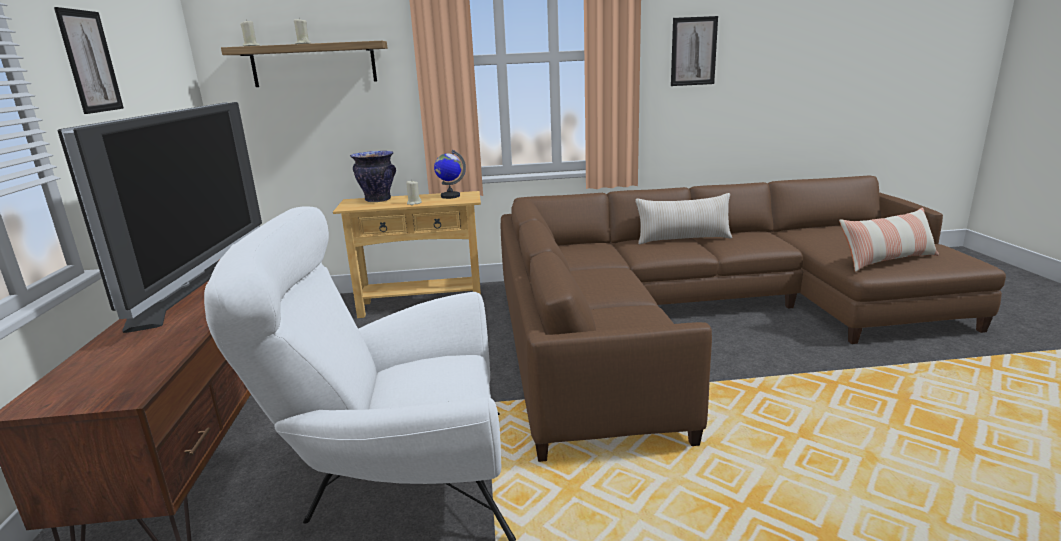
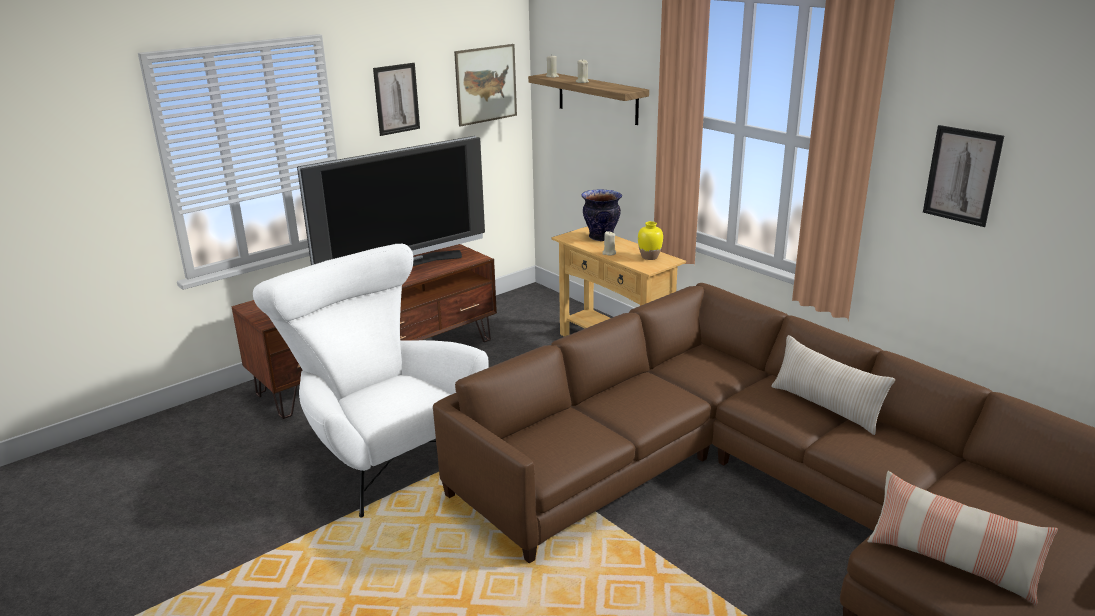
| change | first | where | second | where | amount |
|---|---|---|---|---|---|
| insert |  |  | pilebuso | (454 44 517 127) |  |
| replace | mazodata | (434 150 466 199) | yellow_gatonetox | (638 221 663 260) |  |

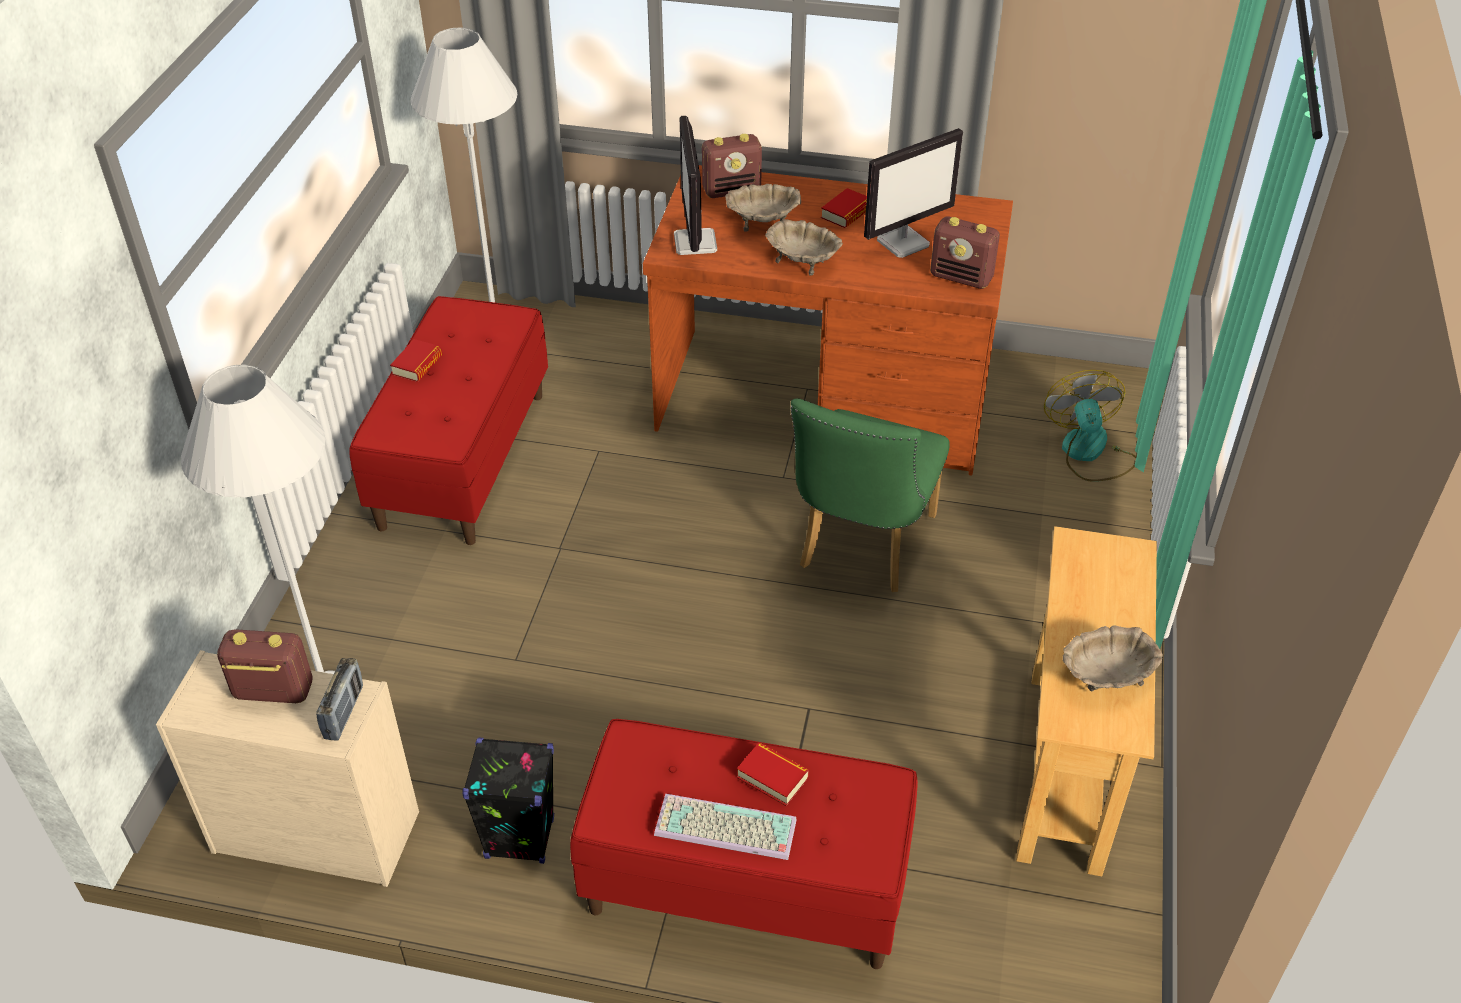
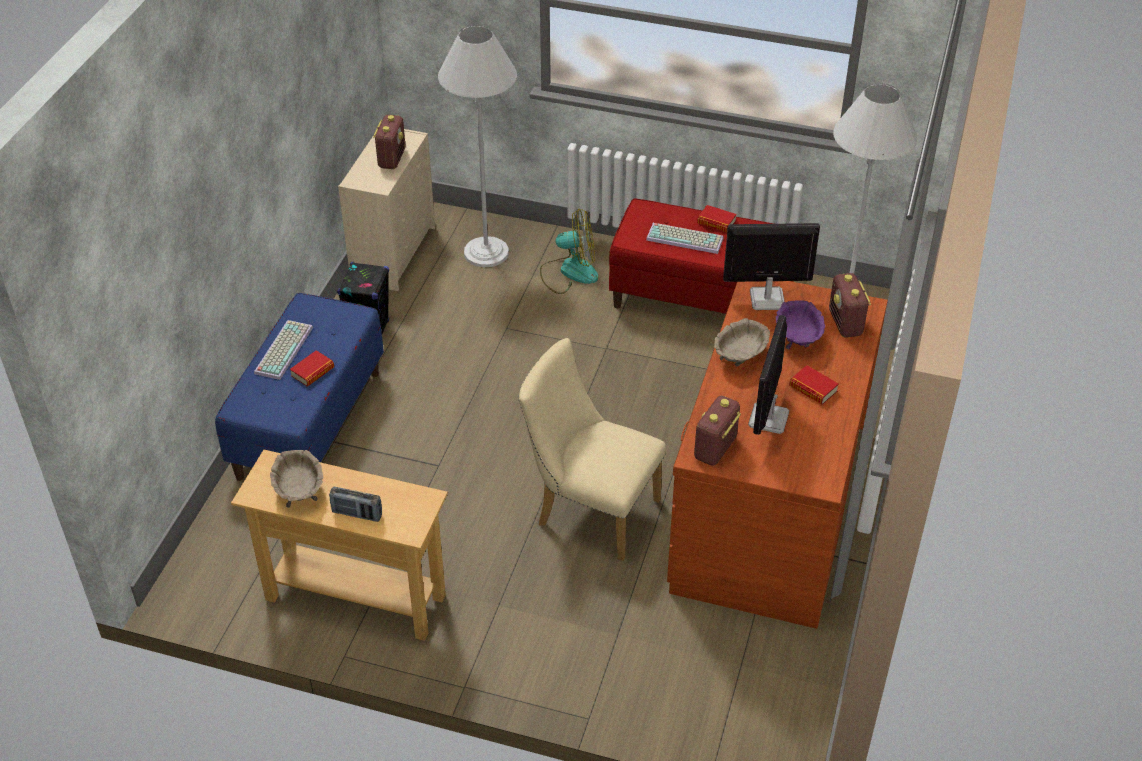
| change | first | where | second | where | amount |
|---|---|---|---|---|---|
| insert |  |  | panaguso | (646 223 724 254) |  |
| move | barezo | (316 658 363 741) |  | (329 487 382 522) |  |
| move | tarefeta | (1044 370 1137 482) |  | (540 209 598 294) |  |
| recolor | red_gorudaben | (570 719 918 969) | blue_gorudaben | (215 293 384 481) |  |
| recolor | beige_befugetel | (725 184 801 231) | purple_befugetel | (776 301 825 349) |  |
| recolor | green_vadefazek | (790 398 950 592) | beige_vadefazek | (519 338 666 561) |  |
| rotate | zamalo | (864 128 963 258) |  | (748 315 789 435) | 45 degrees clockwise |

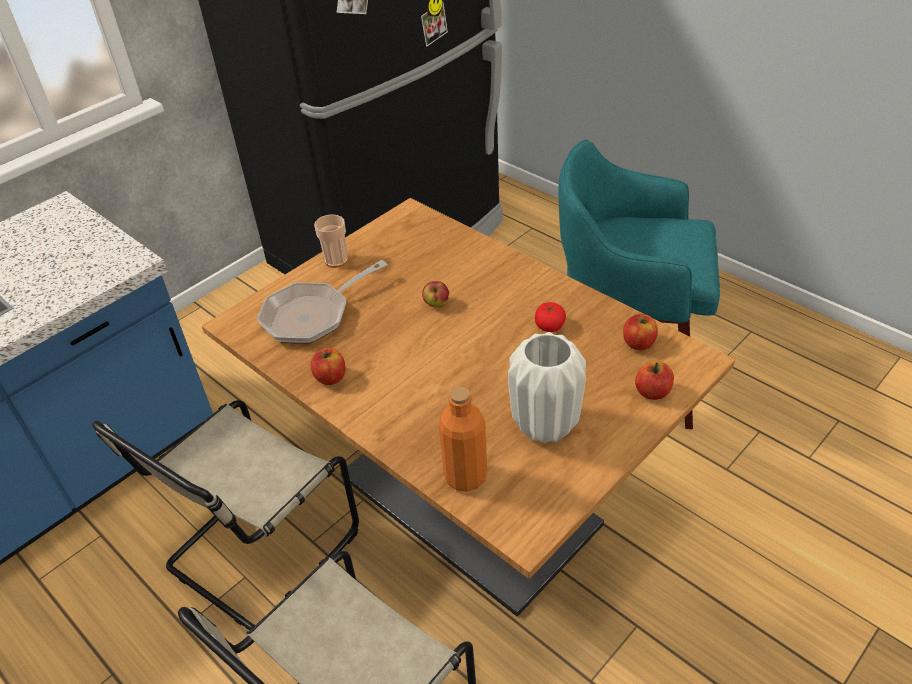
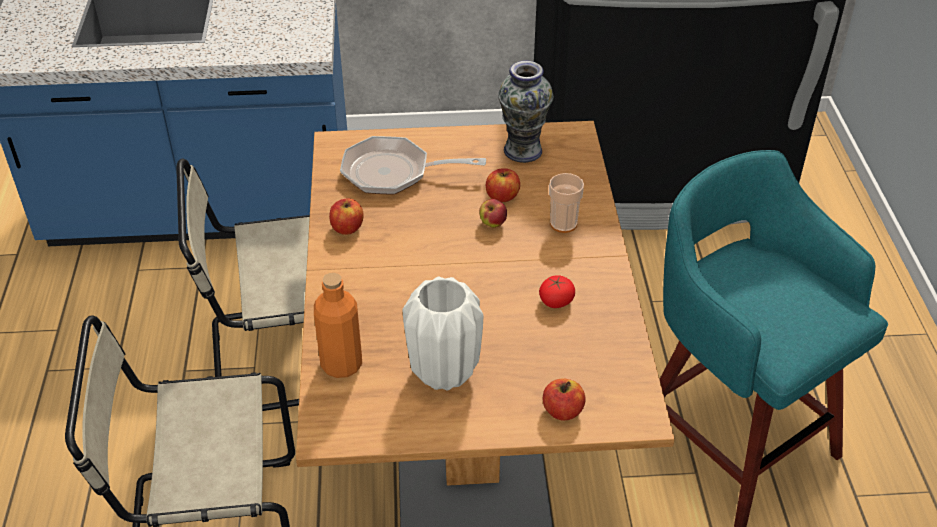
| change | first | where | second | where | amount |
|---|---|---|---|---|---|
| insert |  |  | gatonetox | (498 61 553 163) |  |
| move | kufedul | (314 214 348 268) |  | (549 173 584 233) |  |
| move | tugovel | (623 314 658 351) |  | (486 168 520 203) |  |

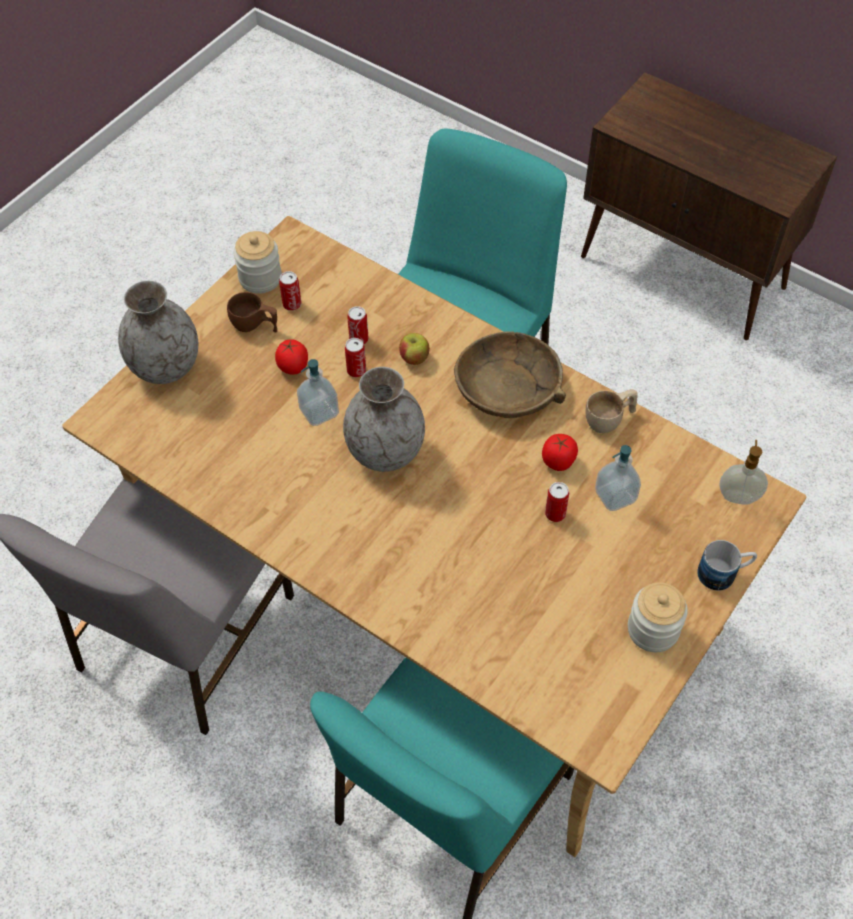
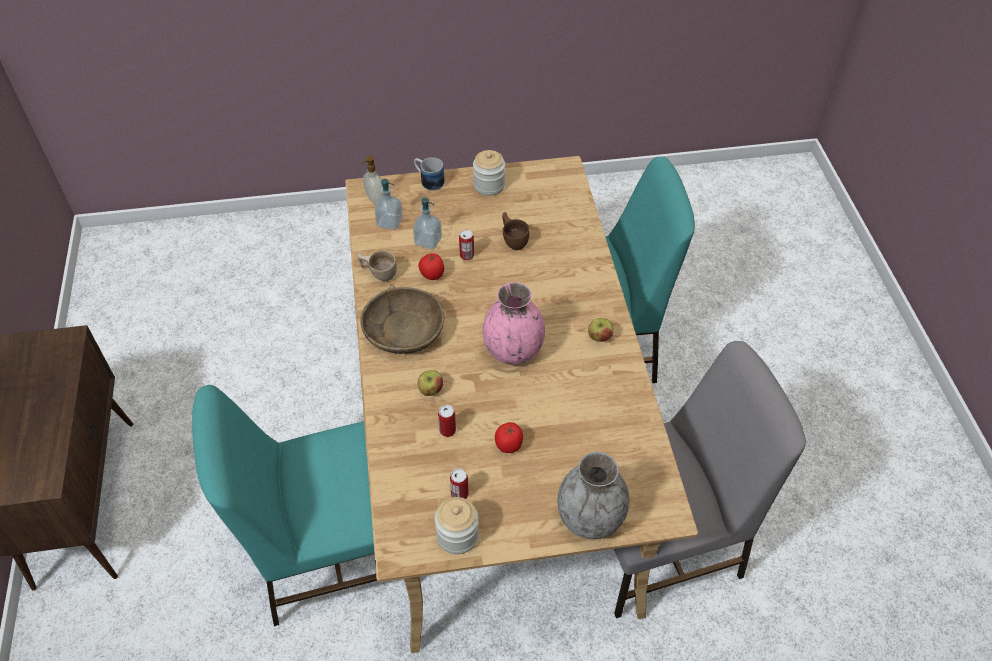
| change | first | where | second | where | amount |
|---|---|---|---|---|---|
| delete | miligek | (345 338 366 377) |  |  |  |
| insert |  |  | tugovel | (588 318 614 342) |  |
| move | brown_kufedul | (227 292 277 332) |  | (502 212 529 250) |  |
| move | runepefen | (297 359 339 426) |  | (374 179 403 230) |  |
| recolor | grey_gatonetox | (343 367 425 472) | pink_gatonetox | (483 282 545 365) |  |

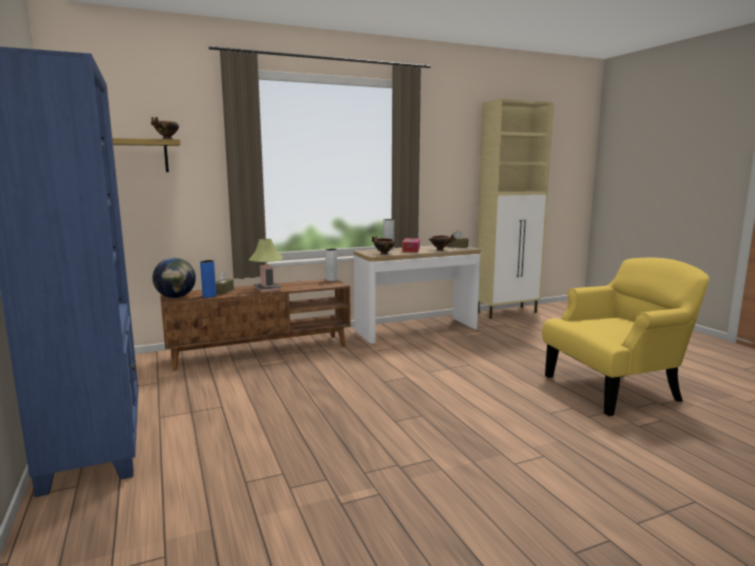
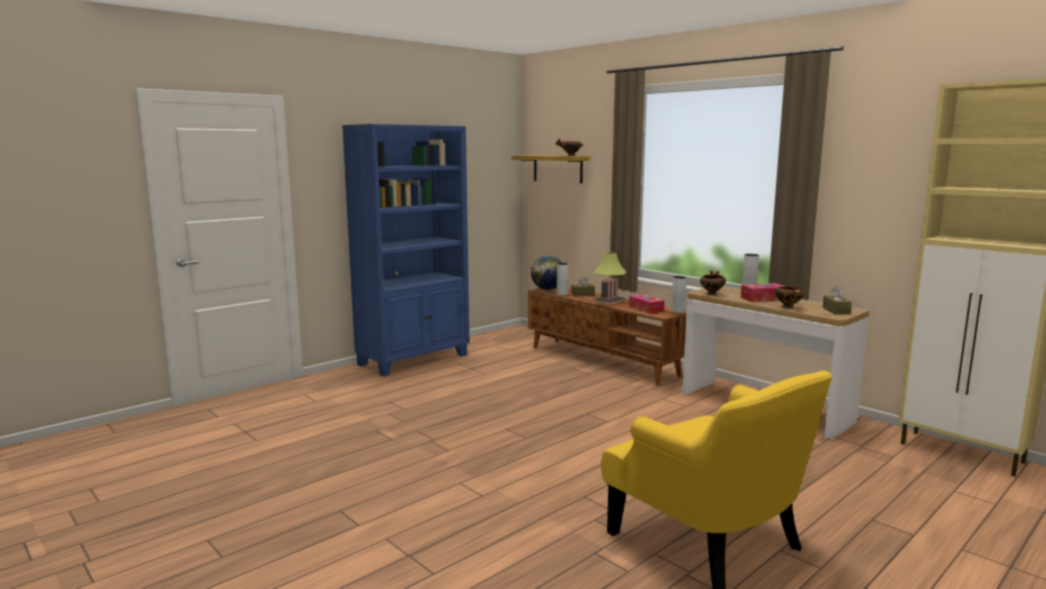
| change | first | where | second | where | amount |
|---|---|---|---|---|---|
| insert |  |  | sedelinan | (629 294 664 314) |  |
| recolor | blue_gatonetox | (200 260 216 298) | grey_gatonetox | (557 263 569 296) |  |

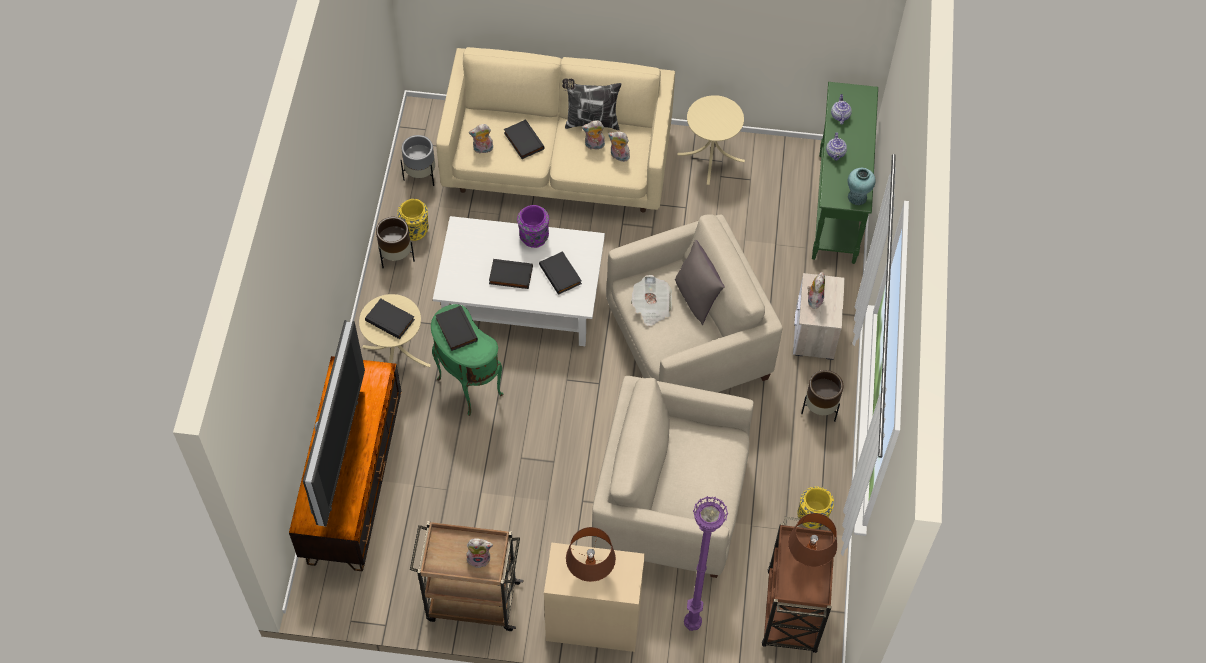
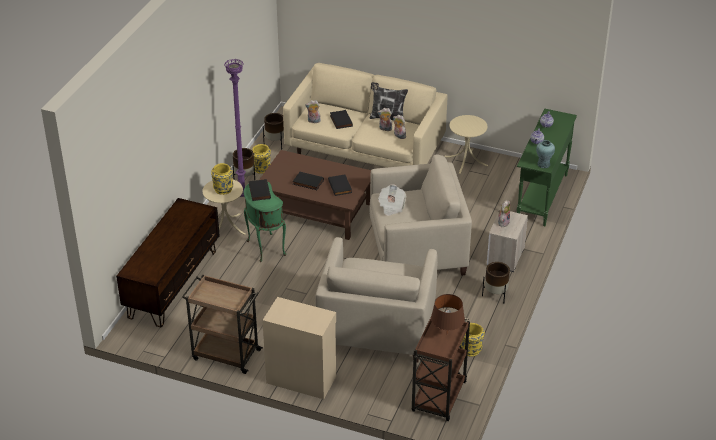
| change | first | where | second | where | amount |
|---|---|---|---|---|---|
| delete | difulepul | (303 320 365 527) |  |  |  |
| delete | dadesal | (466 538 493 568) |  |  |  |
| delete | purple_gatonetox | (517 205 549 248) |  |  |  |
| delete | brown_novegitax | (566 527 616 582) |  |  |  |
| delete | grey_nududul | (675 240 724 325) |  |  |  |
| move | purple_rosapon | (684 496 728 631) |  | (224 59 246 197) |  |
| replace | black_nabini | (365 298 415 339) | yellow_gatonetox | (211 163 233 195) |  |
| recolor | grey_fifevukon | (401 135 435 186) | brown_fifevukon | (263 113 284 150) |  |
| recolor | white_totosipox | (433 216 605 346) | brown_totosipox | (259 150 371 240) |  |
| rotate | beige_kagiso | (592 376 754 578) |  | (315 237 438 363) | 105 degrees counterclockwise |

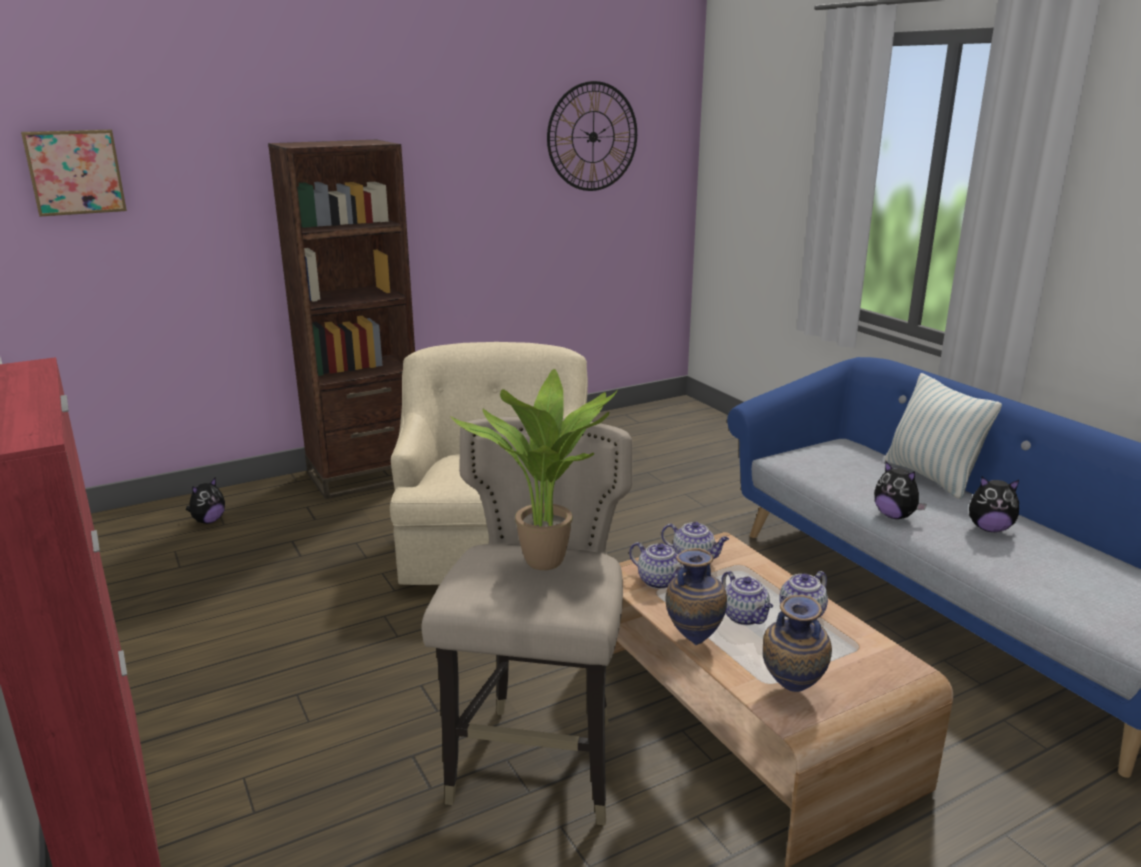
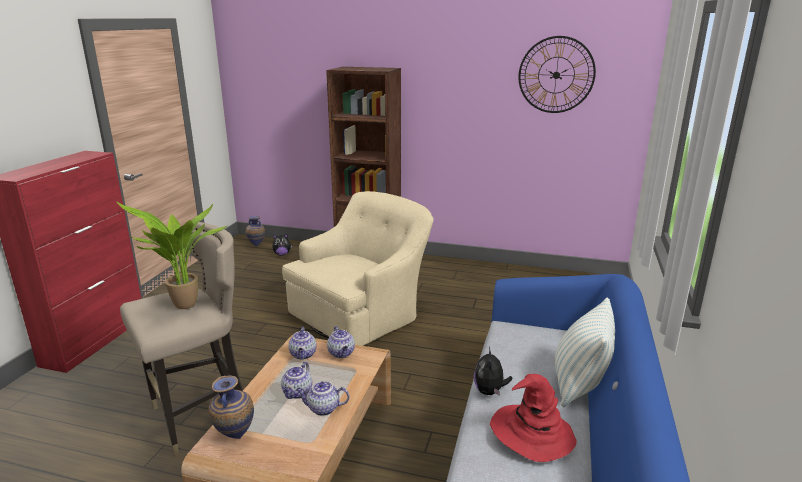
| change | first | where | second | where | amount |
|---|---|---|---|---|---|
| delete | pilebuso | (21 130 127 217) |  |  |  |
| move | gatonetox | (666 548 727 645) |  | (246 216 265 246) |  |
| replace | dadesal | (969 477 1020 532) | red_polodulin | (490 374 577 462) |  |

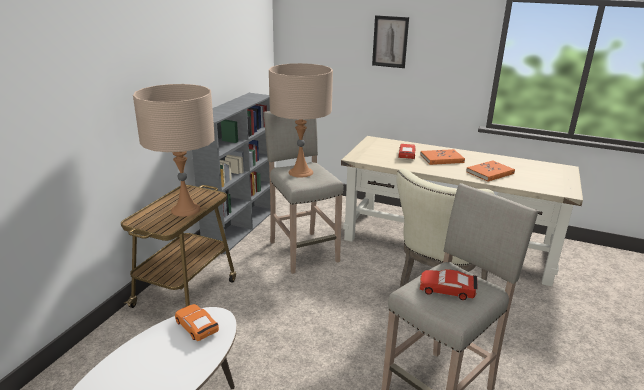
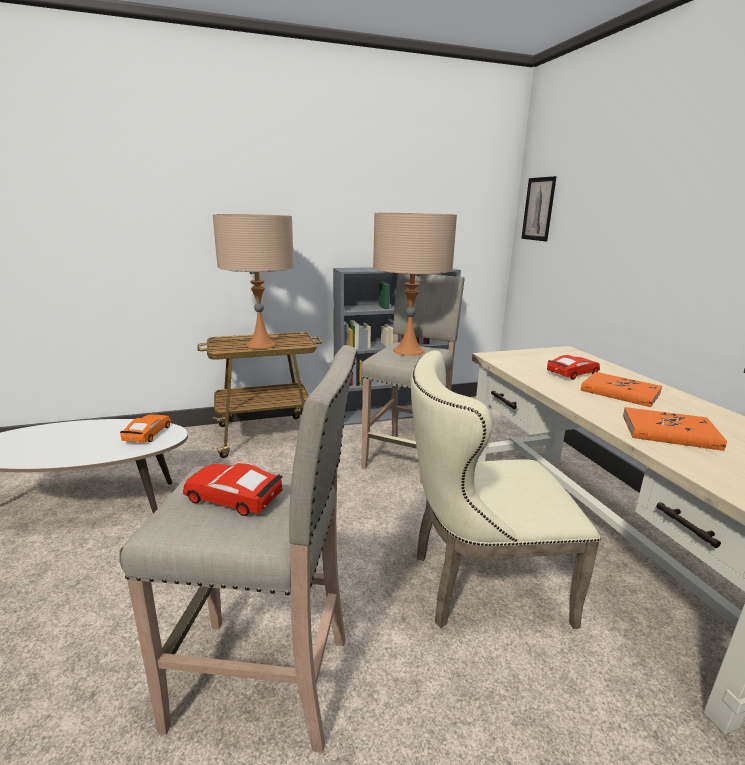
| change | first | where | second | where | amount |
|---|---|---|---|---|---|
| move | pilebuso | (372 15 409 68) |  | (521 176 557 241) |  |
| rotate | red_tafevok | (420 269 477 300) |  | (183 463 283 516) | 45 degrees counterclockwise |

